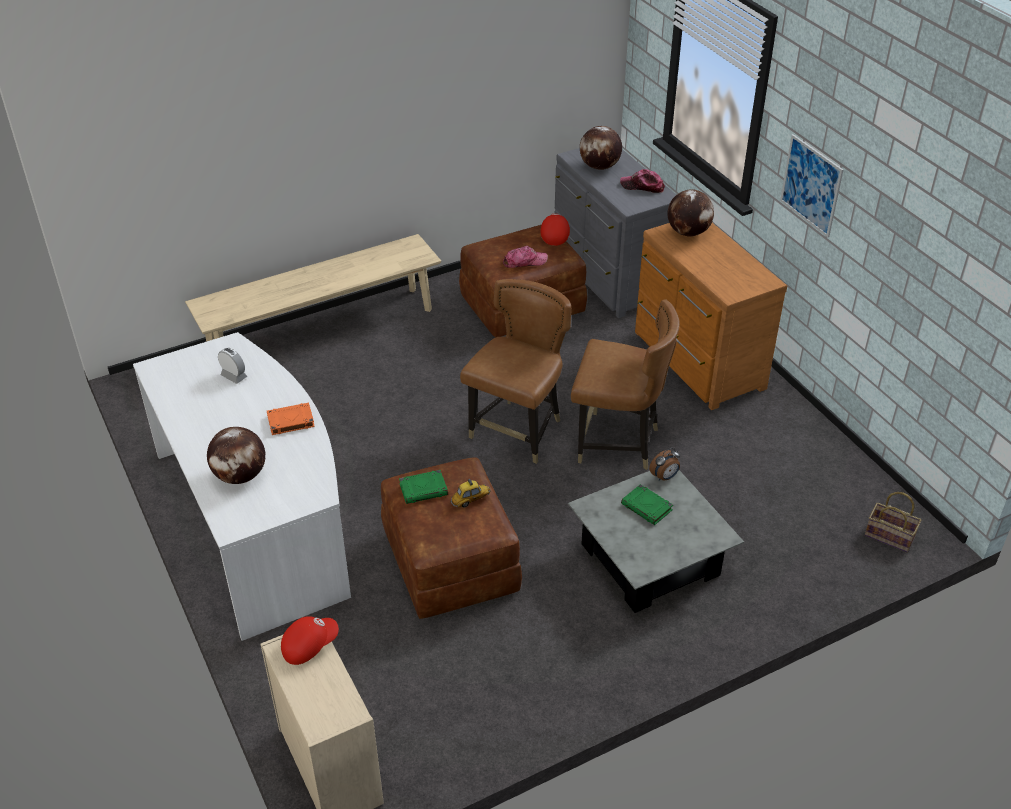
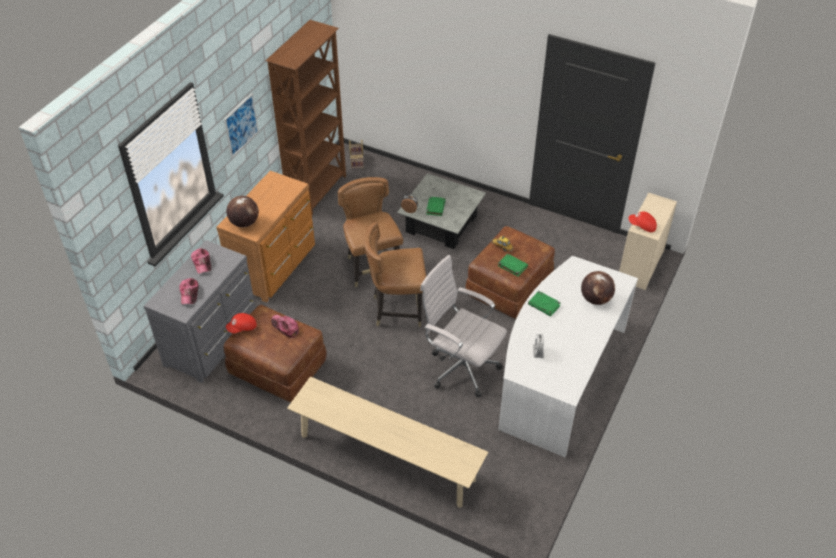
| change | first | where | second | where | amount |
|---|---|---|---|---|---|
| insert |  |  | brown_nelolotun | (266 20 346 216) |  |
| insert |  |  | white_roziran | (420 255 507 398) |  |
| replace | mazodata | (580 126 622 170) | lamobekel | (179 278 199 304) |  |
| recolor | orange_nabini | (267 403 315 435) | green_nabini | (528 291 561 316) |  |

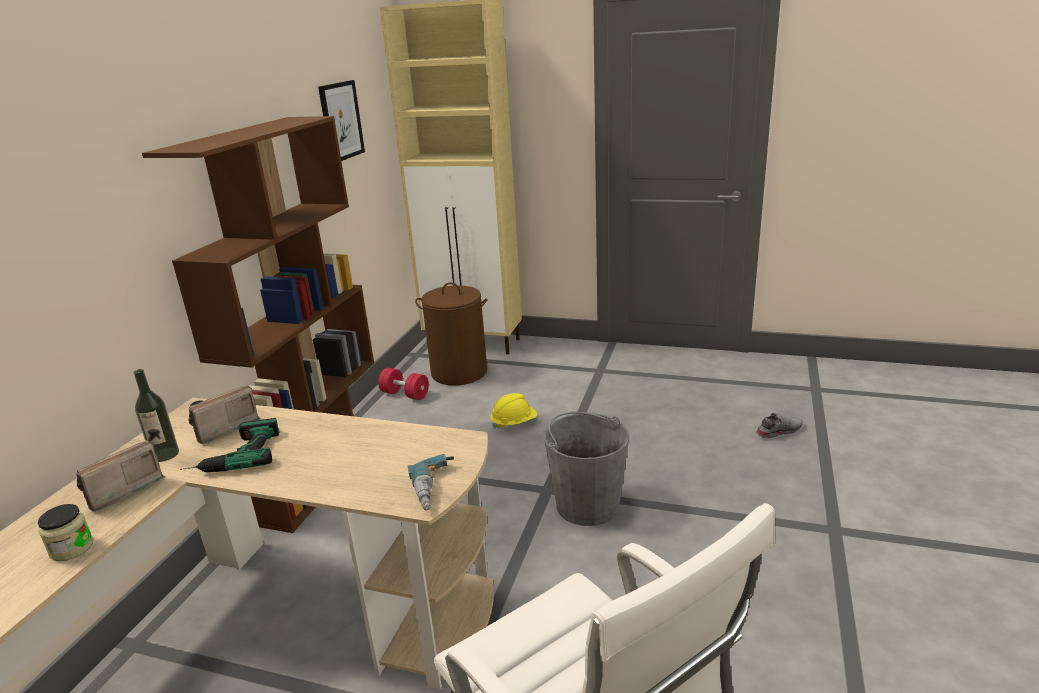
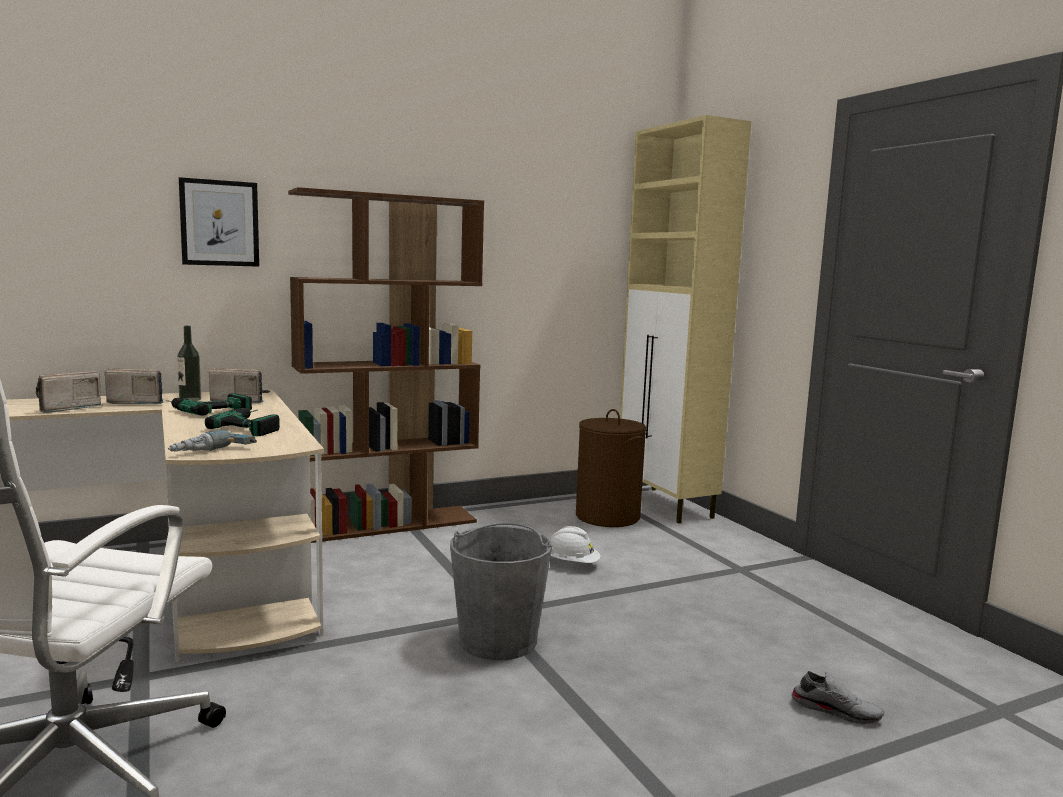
| change | first | where | second | where | amount |
|---|---|---|---|---|---|
| delete | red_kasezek | (378 368 429 400) |  |  |  |
| insert |  |  | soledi | (205 408 280 436) |  |
| move | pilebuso | (318 80 365 161) |  | (179 177 259 267) |  |
| replace | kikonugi | (38 504 94 561) | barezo | (36 371 102 413) |  |
| recolor | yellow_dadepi | (490 393 537 429) | white_dadepi | (550 526 601 563) |  |

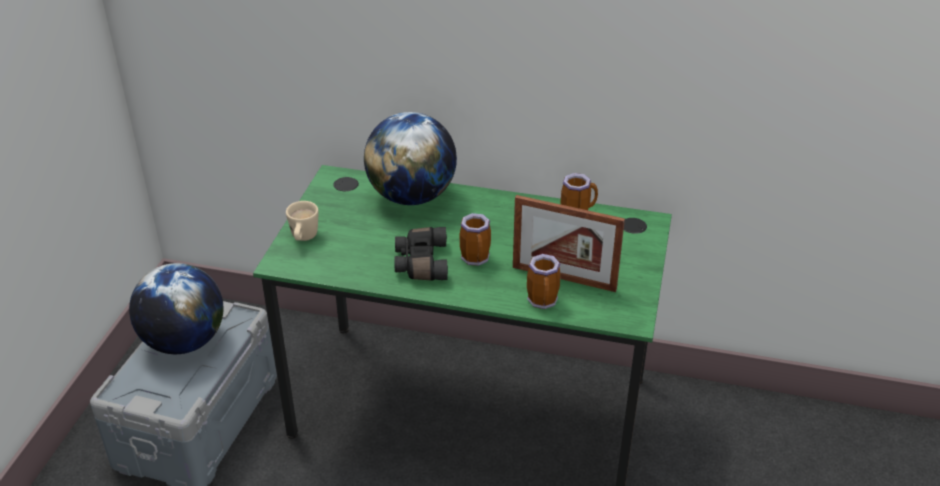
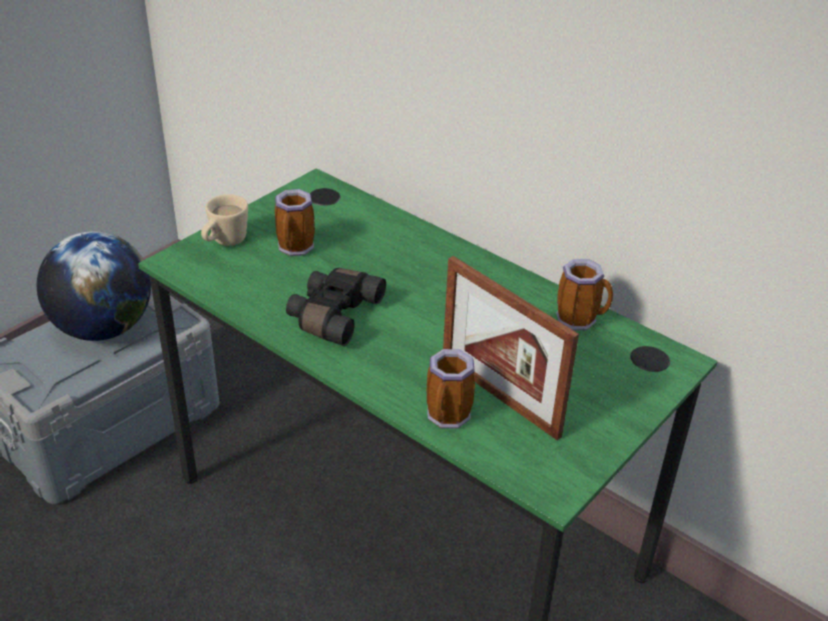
| change | first | where | second | where | amount |
|---|---|---|---|---|---|
| delete | mazodata | (364 112 457 205) |  |  |  |
| move | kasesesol | (460 213 491 266) |  | (275 189 315 256) |  |

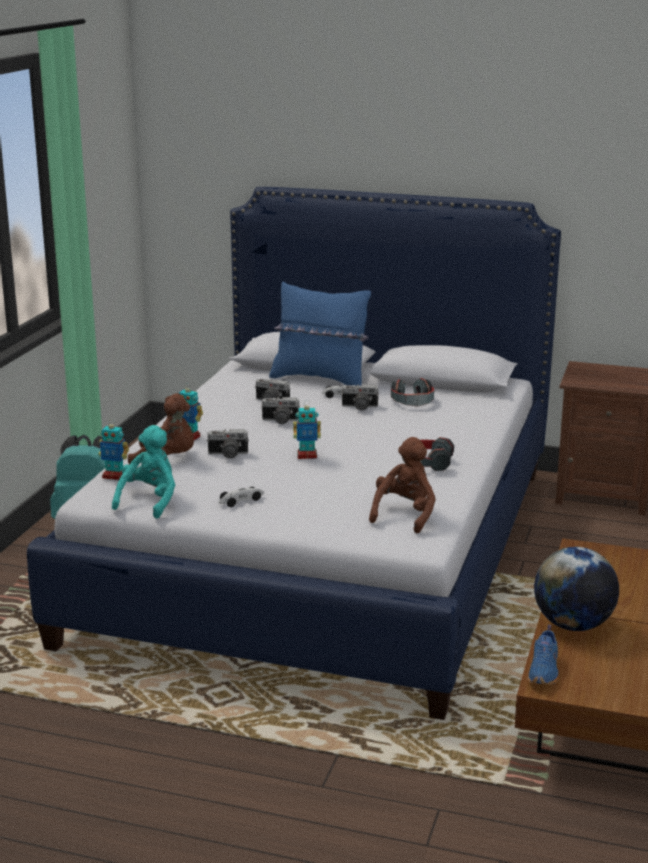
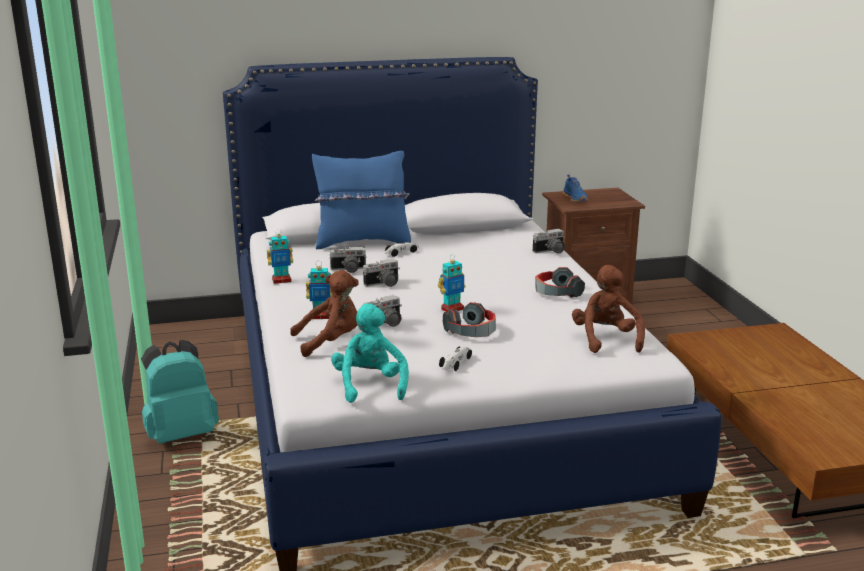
| change | first | where | second | where | amount |
|---|---|---|---|---|---|
| delete | mazodata | (534 547 619 631) |  |  |  |
| move | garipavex | (98 419 129 480) |  | (267 229 293 284) |  |
| move | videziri | (341 384 379 410) |  | (533 229 565 254) |  |
| move | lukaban | (391 378 434 407) |  | (443 302 496 337) |  |
| move | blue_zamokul | (528 625 558 685) |  | (563 175 589 202) |  |

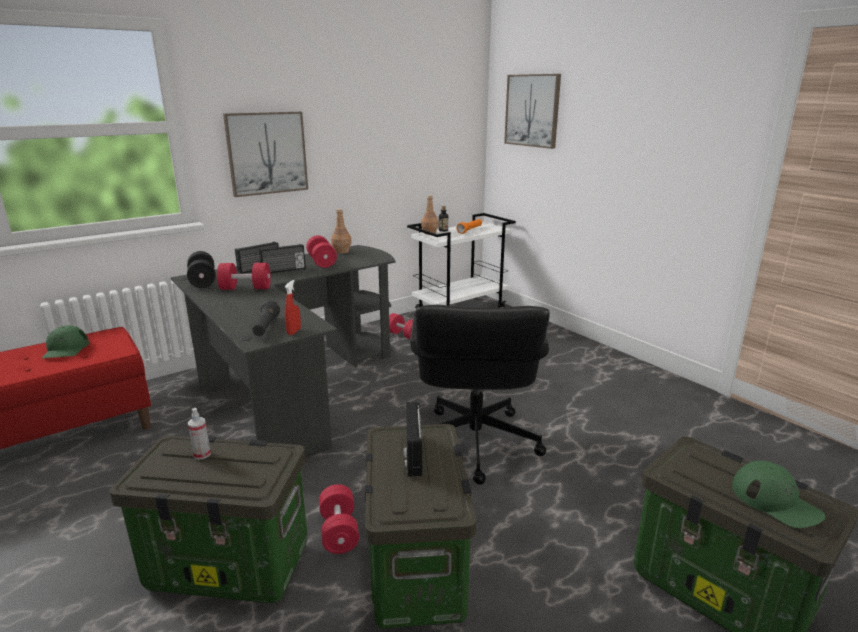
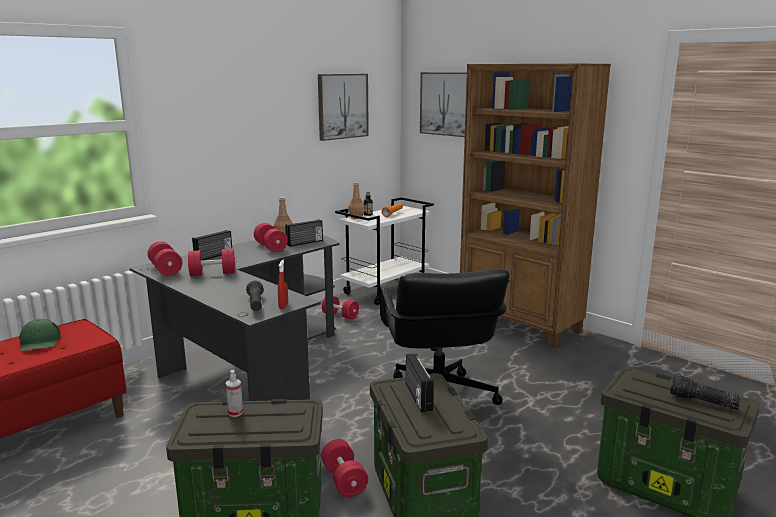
| change | first | where | second | where | amount |
|---|---|---|---|---|---|
| insert |  |  | brown_nelolotun | (460 64 611 348) |  |
| move | pilebuso | (223 112 308 197) |  | (318 74 369 141) |  |
| move | barezo | (259 244 306 273) |  | (285 219 323 247) |  |
| replace | green_lamobekel | (732 461 825 528) | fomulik | (670 375 741 410) |  |
| recolor | black_kasezek | (187 251 216 288) | red_kasezek | (148 241 182 276) |  |

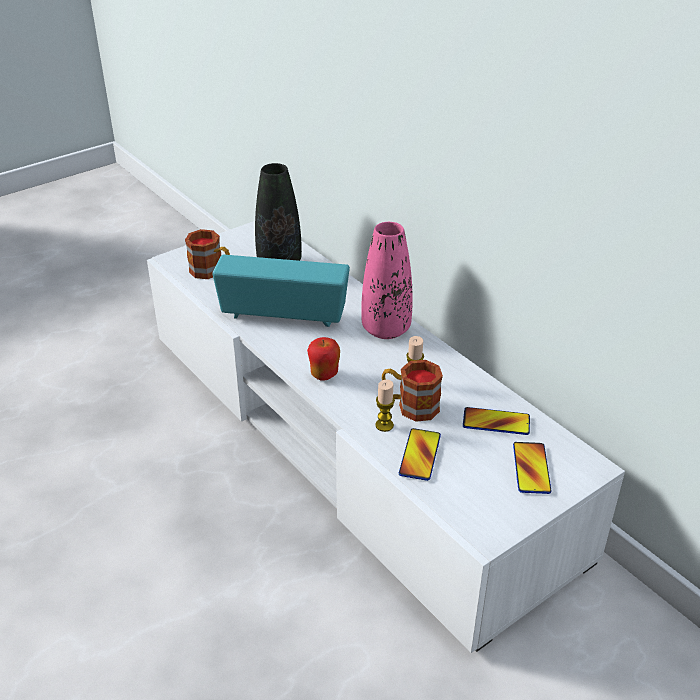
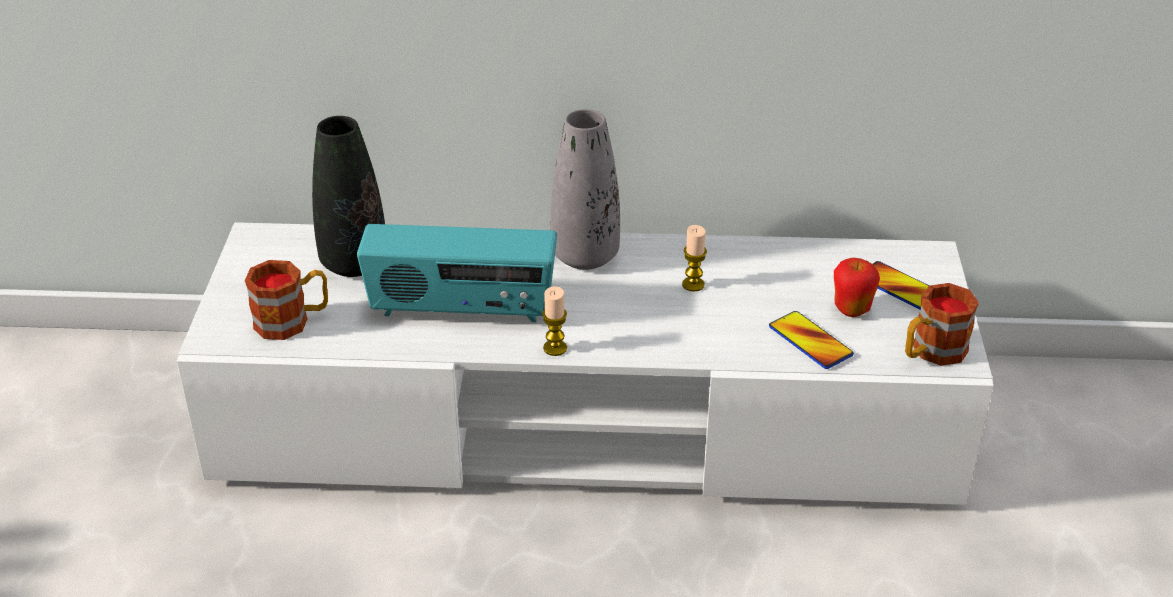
| change | first | where | second | where | amount |
|---|---|---|---|---|---|
| delete | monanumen | (463 407 530 435) |  |  |  |
| move | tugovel | (307 337 340 381) |  | (834 258 880 317) |  |
| move | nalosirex | (375 380 395 432) |  | (542 286 567 356) |  |
| move | kasesesol | (382 360 443 422) |  | (905 283 979 366) |  |
| recolor | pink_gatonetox | (361 222 413 339) | grey_gatonetox | (551 109 620 270) |  |
| rotate | barezo | (213 255 350 327) |  | (357 224 557 322) | 135 degrees counterclockwise |

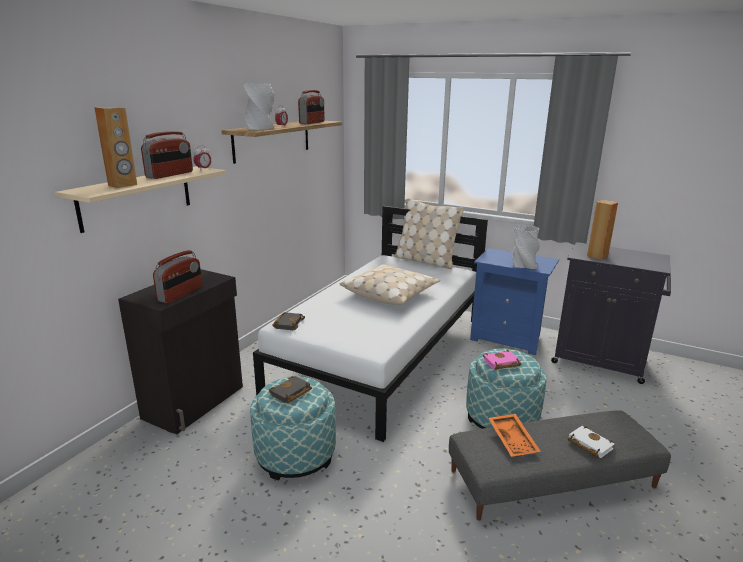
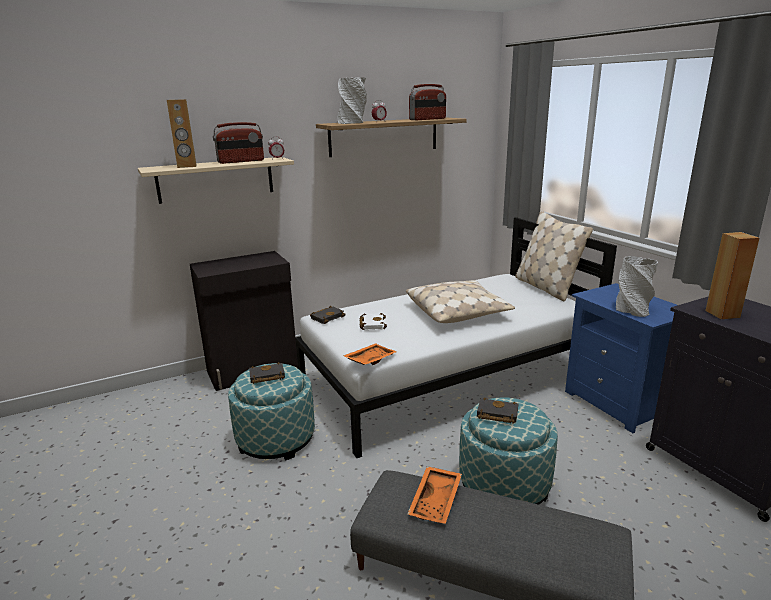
| change | first | where | second | where | amount |
|---|---|---|---|---|---|
| delete | barezo | (153 250 202 303) |  |  |  |
| insert |  |  | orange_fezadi | (343 343 397 365) |  |
| move | white_nabini | (568 426 615 458) |  | (360 313 387 330) |  |
| recolor | pink_nabini | (483 350 521 370) | black_nabini | (477 397 518 424) |  |

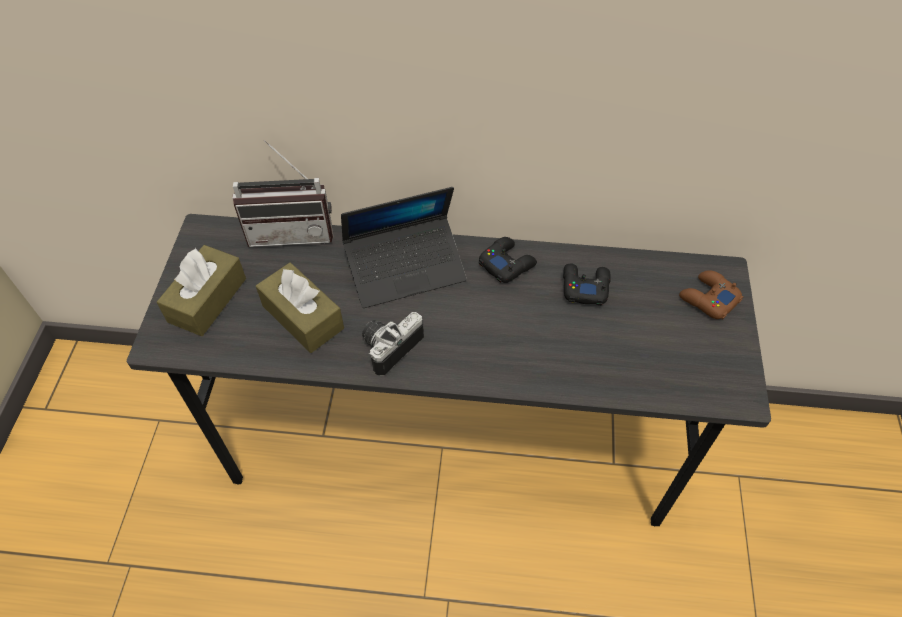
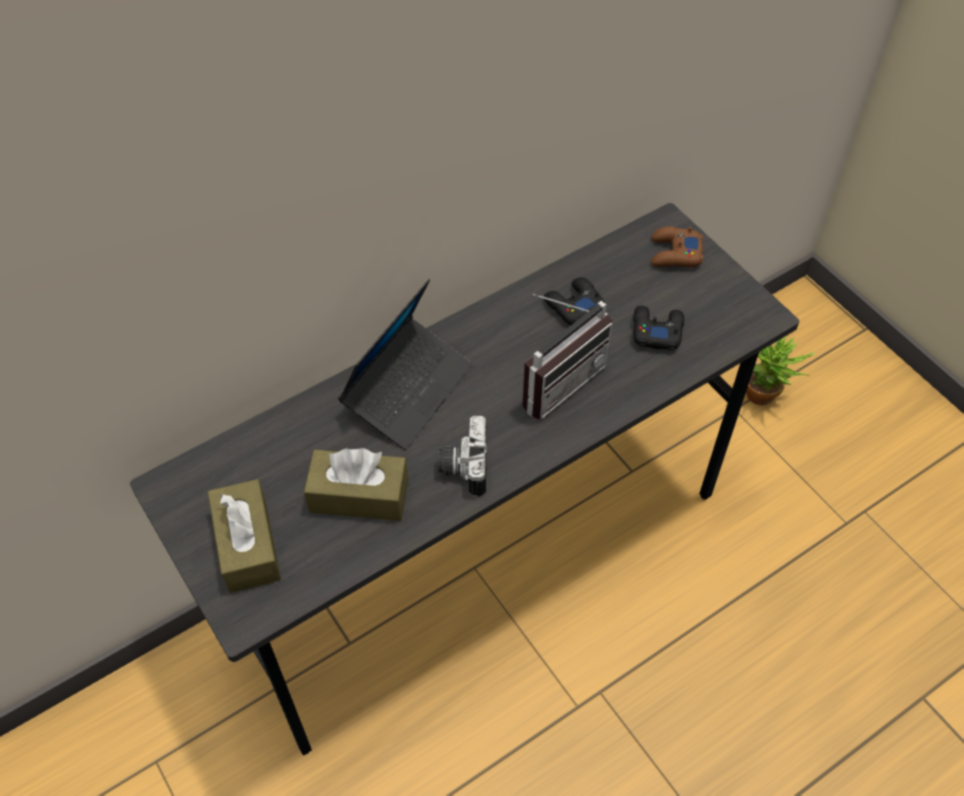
| change | first | where | second | where | amount |
|---|---|---|---|---|---|
| insert |  |  | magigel | (746 336 816 405) |  |
| move | barezo | (232 140 334 247) |  | (522 294 612 420) |  |
| move | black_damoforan | (479 237 537 283) |  | (633 306 684 350) |  |

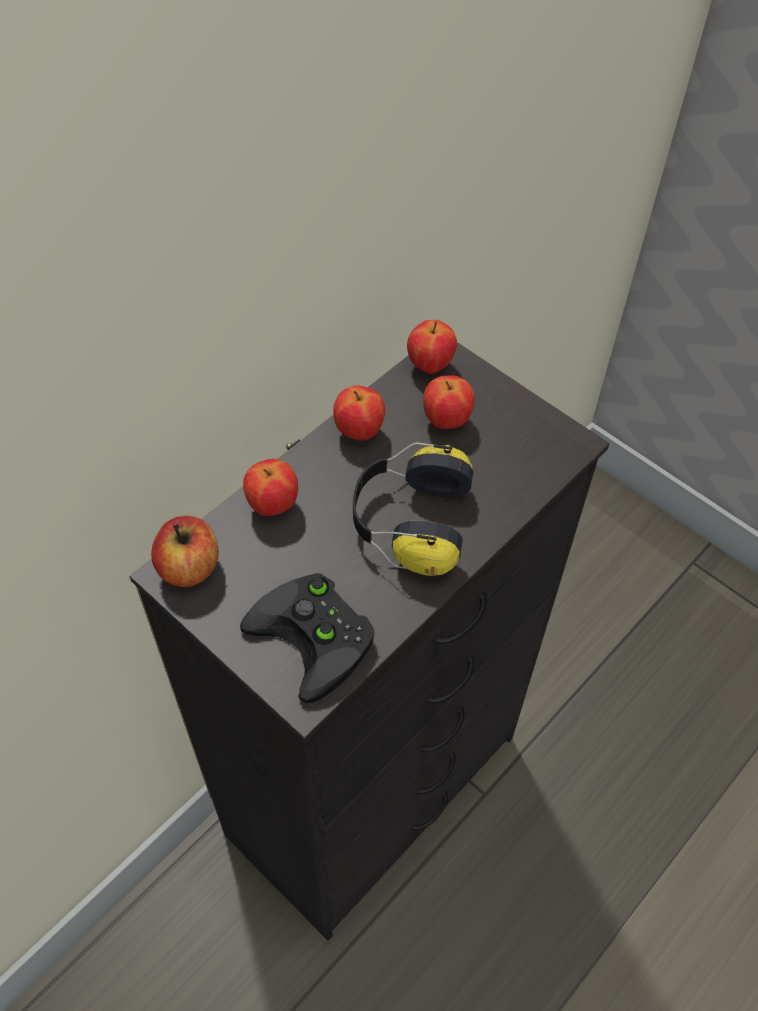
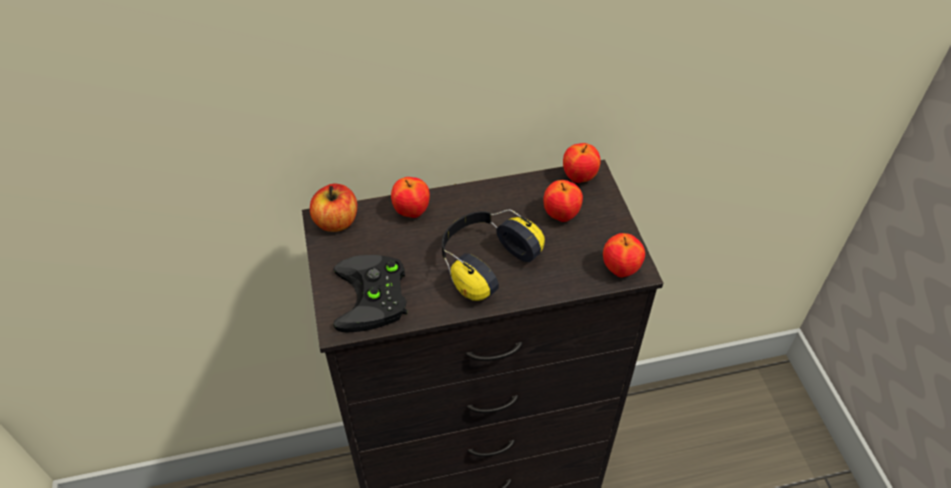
| change | first | where | second | where | amount |
|---|---|---|---|---|---|
| move | tugovel | (333 385 385 441) |  | (603 233 645 277) |  |

